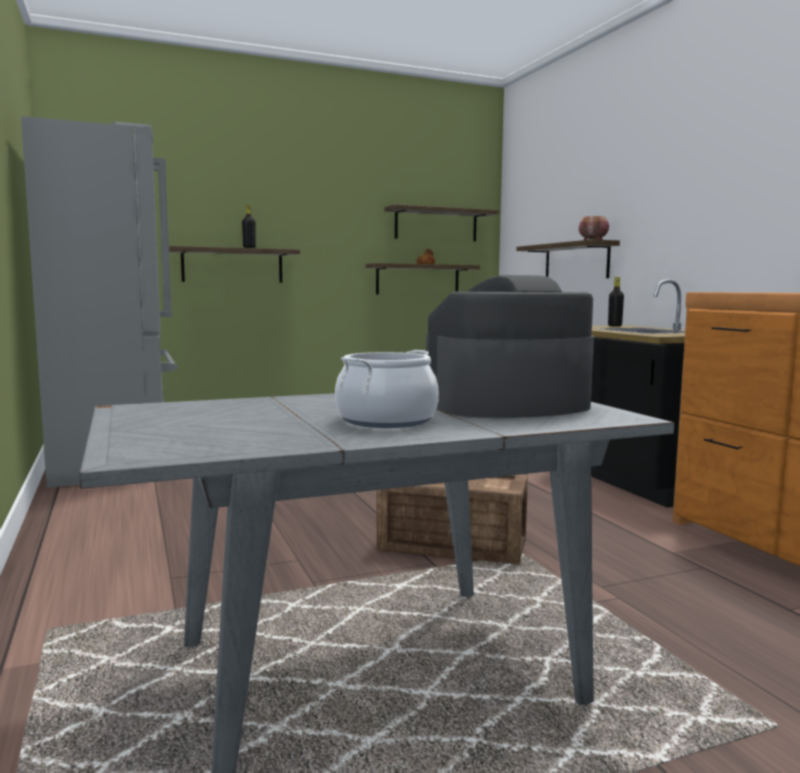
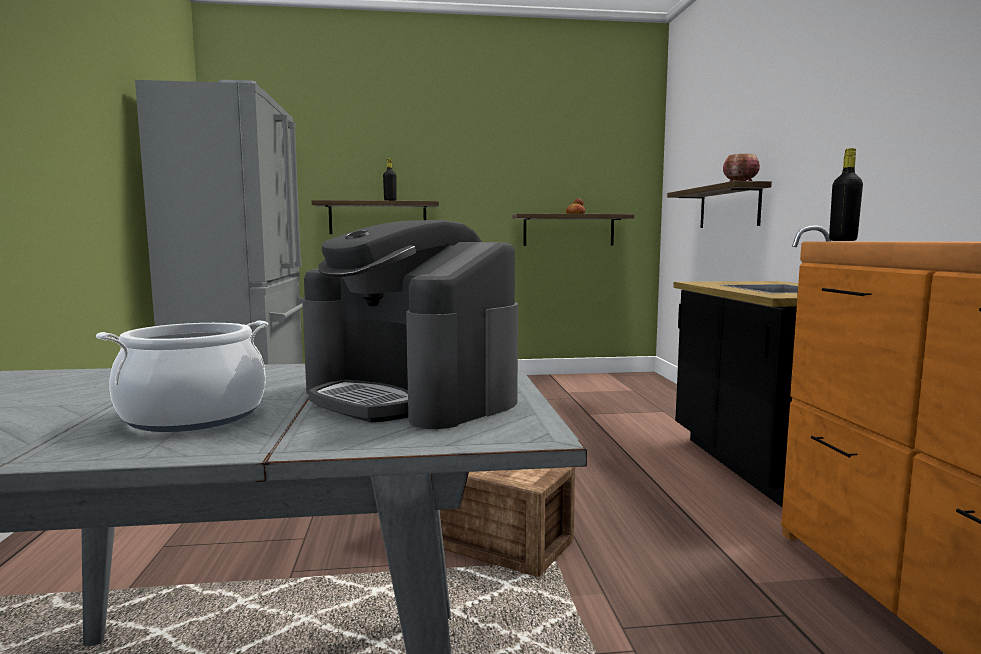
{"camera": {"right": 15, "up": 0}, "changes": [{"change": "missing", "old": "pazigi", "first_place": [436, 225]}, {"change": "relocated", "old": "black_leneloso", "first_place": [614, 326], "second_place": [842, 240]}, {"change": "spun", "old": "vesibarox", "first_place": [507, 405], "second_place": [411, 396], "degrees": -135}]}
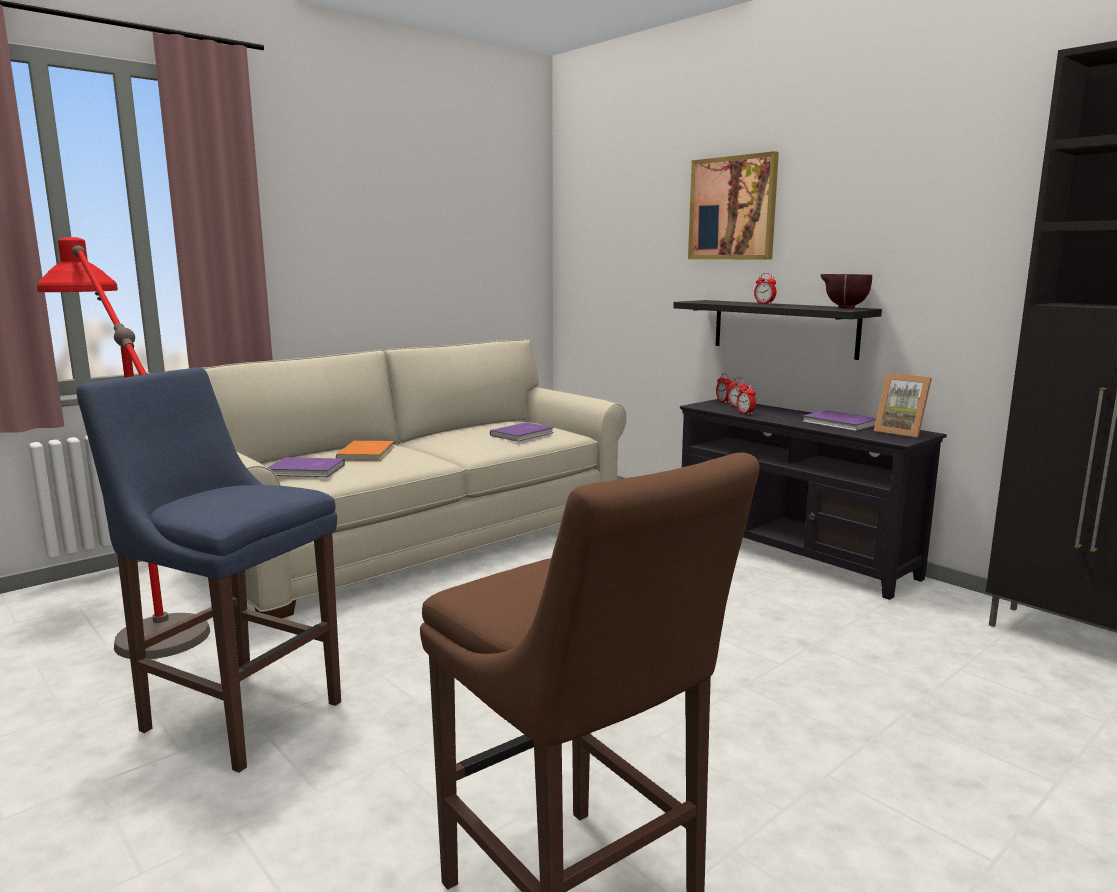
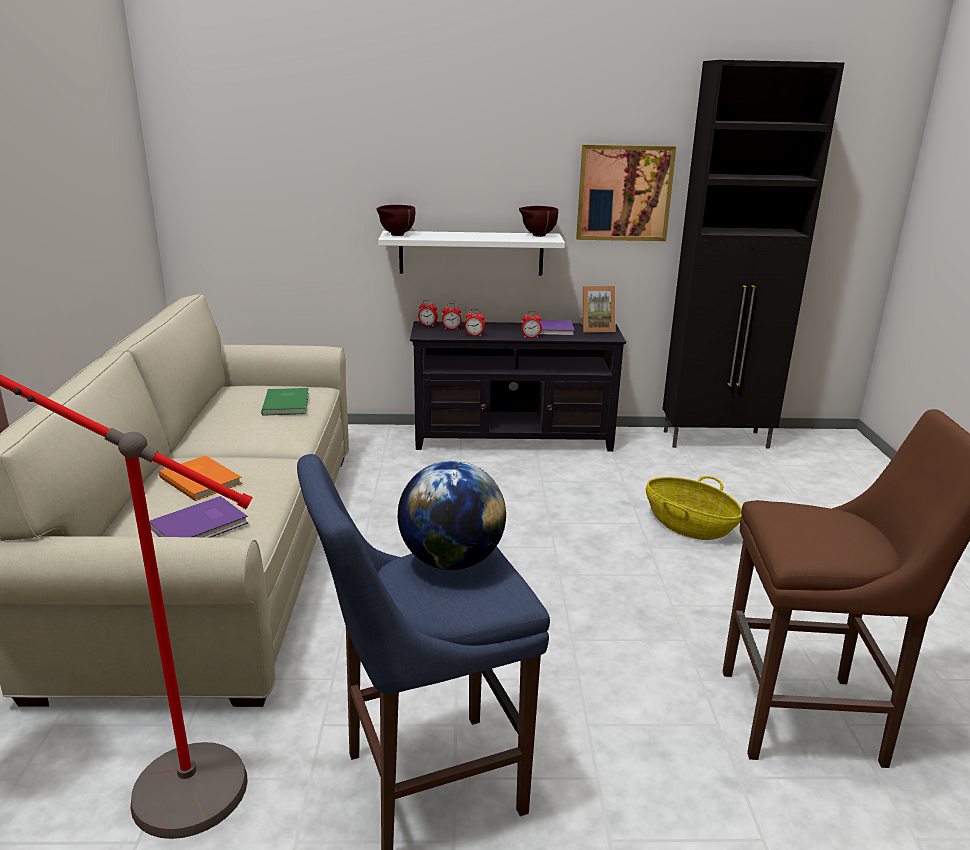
{"camera": {"right": -50, "up": 10}, "changes": [{"change": "appeared", "new": "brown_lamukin", "second_place": [396, 235]}, {"change": "appeared", "new": "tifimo", "second_place": [451, 561]}, {"change": "appeared", "new": "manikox", "second_place": [689, 525]}, {"change": "relocated", "old": "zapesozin", "first_place": [733, 208], "second_place": [624, 193]}, {"change": "relocated", "old": "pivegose", "first_place": [764, 304], "second_place": [531, 337]}, {"change": "colour", "old": "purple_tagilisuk", "new": "green_tagilisuk", "first_place": [523, 434], "second_place": [288, 403]}, {"change": "colour", "old": "black_pazigi", "new": "white_pazigi", "first_place": [783, 328], "second_place": [471, 253]}]}
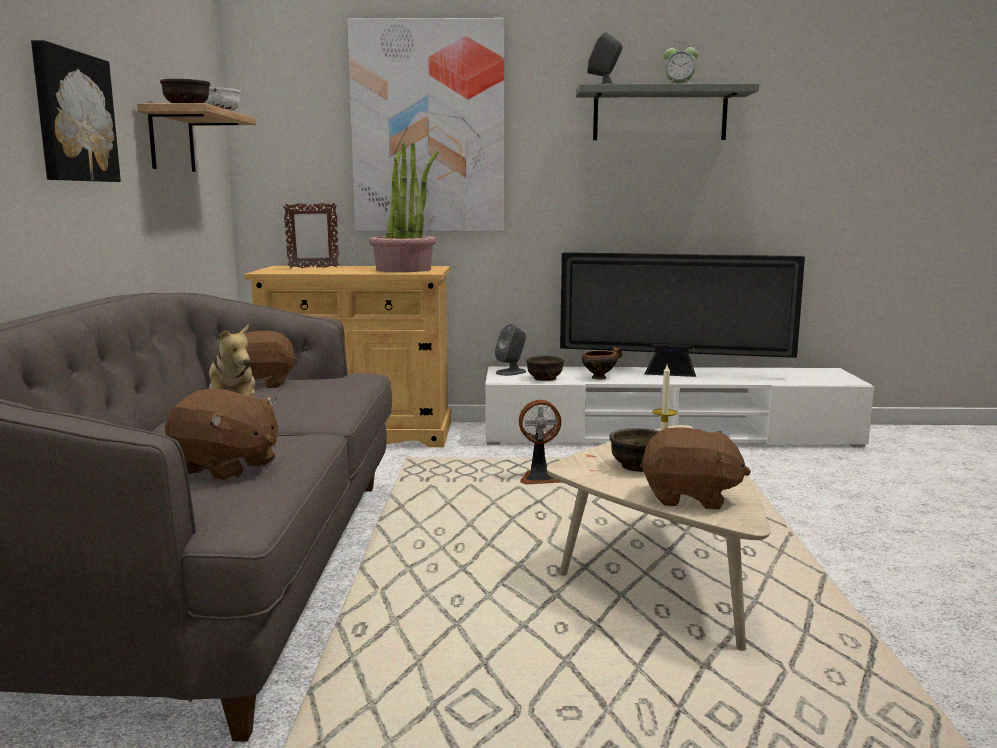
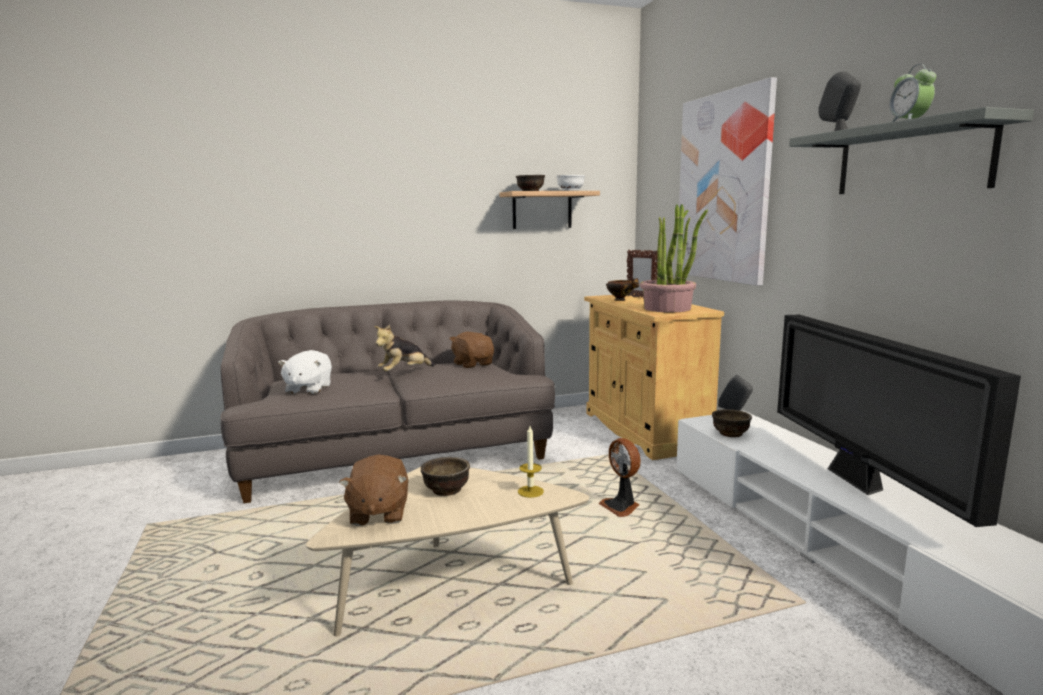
{"camera": {"right": 70, "up": 0}, "changes": [{"change": "missing", "old": "zapesozin", "first_place": [73, 117]}, {"change": "relocated", "old": "lamukin", "first_place": [600, 377], "second_place": [621, 300]}, {"change": "colour", "old": "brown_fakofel", "new": "white_fakofel", "first_place": [226, 468], "second_place": [308, 389]}]}
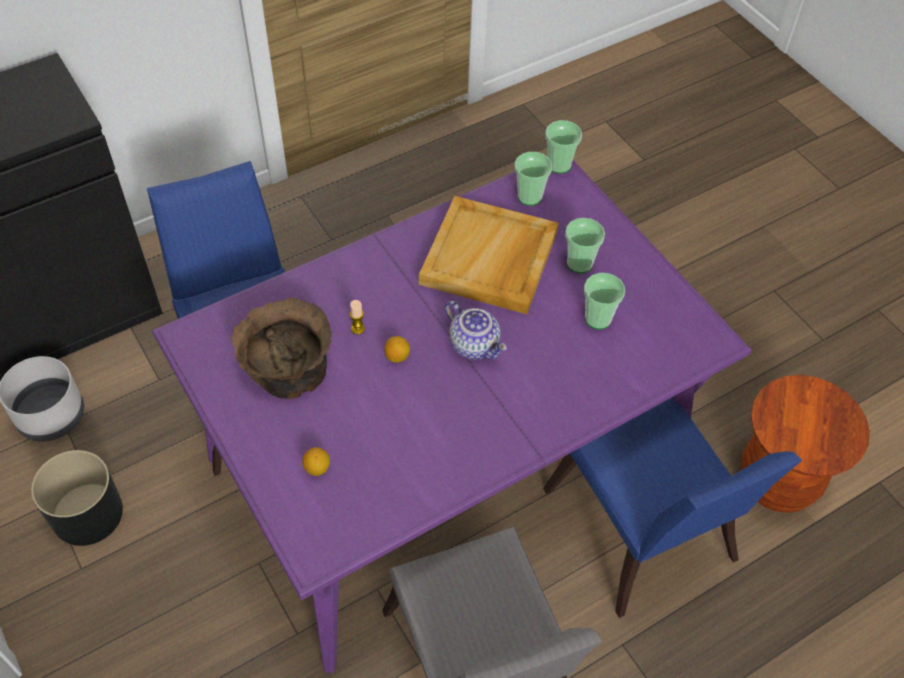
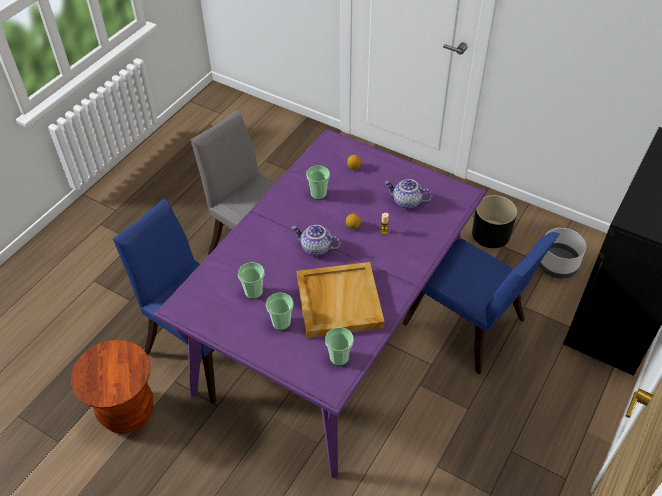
{"camera": {"right": 155, "up": -5}, "changes": [{"change": "relocated", "old": "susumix", "first_place": [559, 165], "second_place": [318, 194]}, {"change": "exchanged", "old": "brown_lamukin", "new": "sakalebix", "first_place": [287, 360], "second_place": [406, 202]}]}
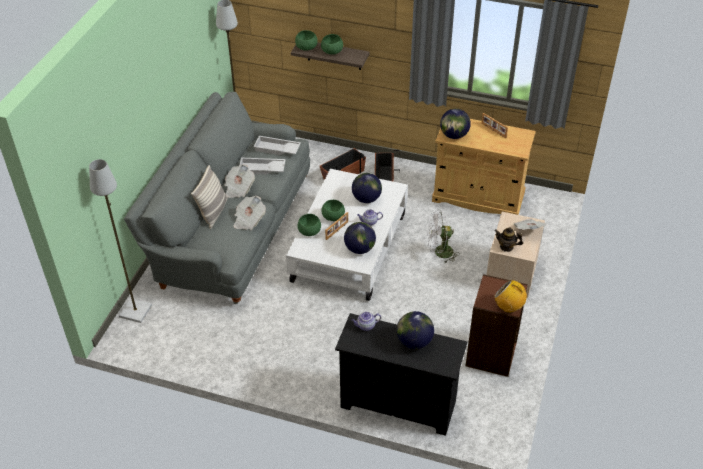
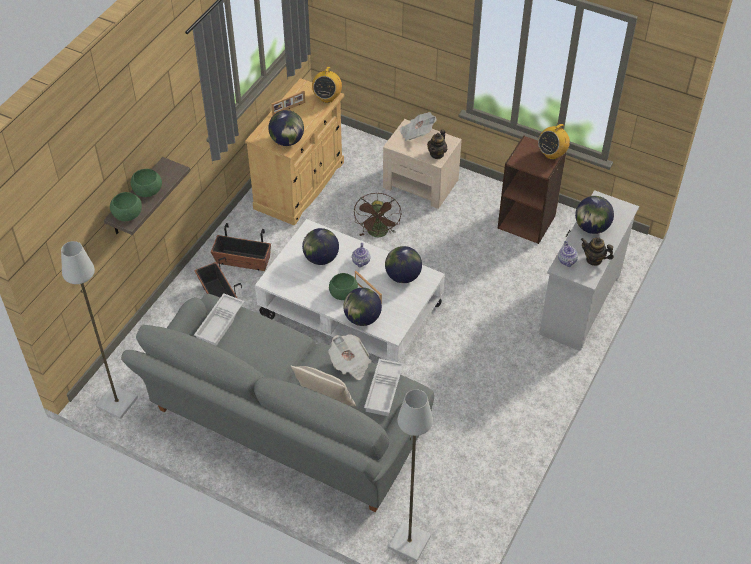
{"camera": {"right": -80, "up": 5}, "changes": [{"change": "missing", "old": "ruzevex", "first_place": [238, 188]}, {"change": "appeared", "new": "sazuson", "second_place": [327, 98]}, {"change": "appeared", "new": "sakalebix", "second_place": [594, 259]}, {"change": "relocated", "old": "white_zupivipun", "first_place": [261, 169], "second_place": [384, 390]}, {"change": "exchanged", "old": "green_lamukin", "new": "tifimo", "first_place": [309, 231], "second_place": [362, 318]}, {"change": "colour", "old": "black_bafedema", "new": "white_bafedema", "first_place": [397, 404], "second_place": [580, 304]}, {"change": "colour", "old": "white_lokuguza", "new": "brown_lokuguza", "first_place": [439, 253], "second_place": [378, 234]}]}
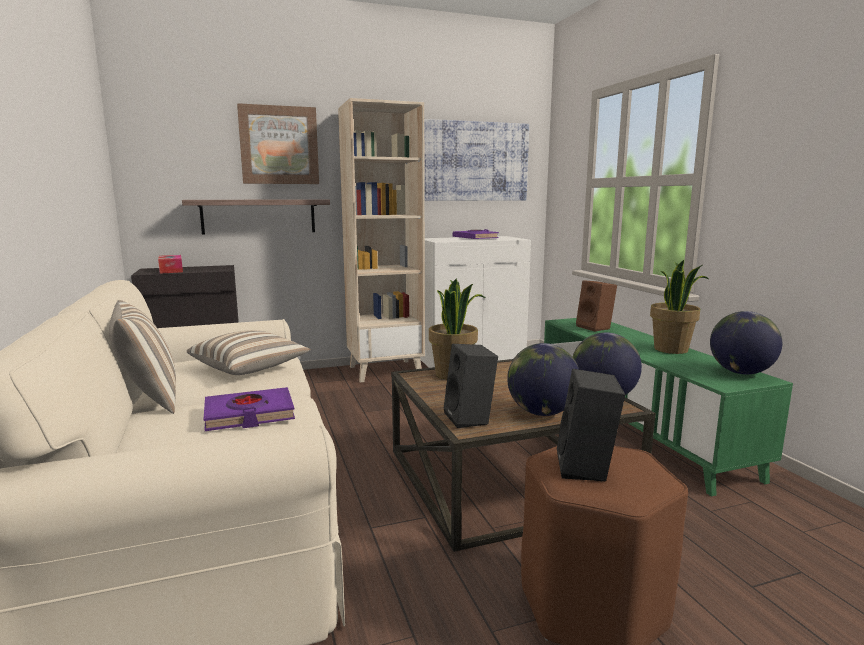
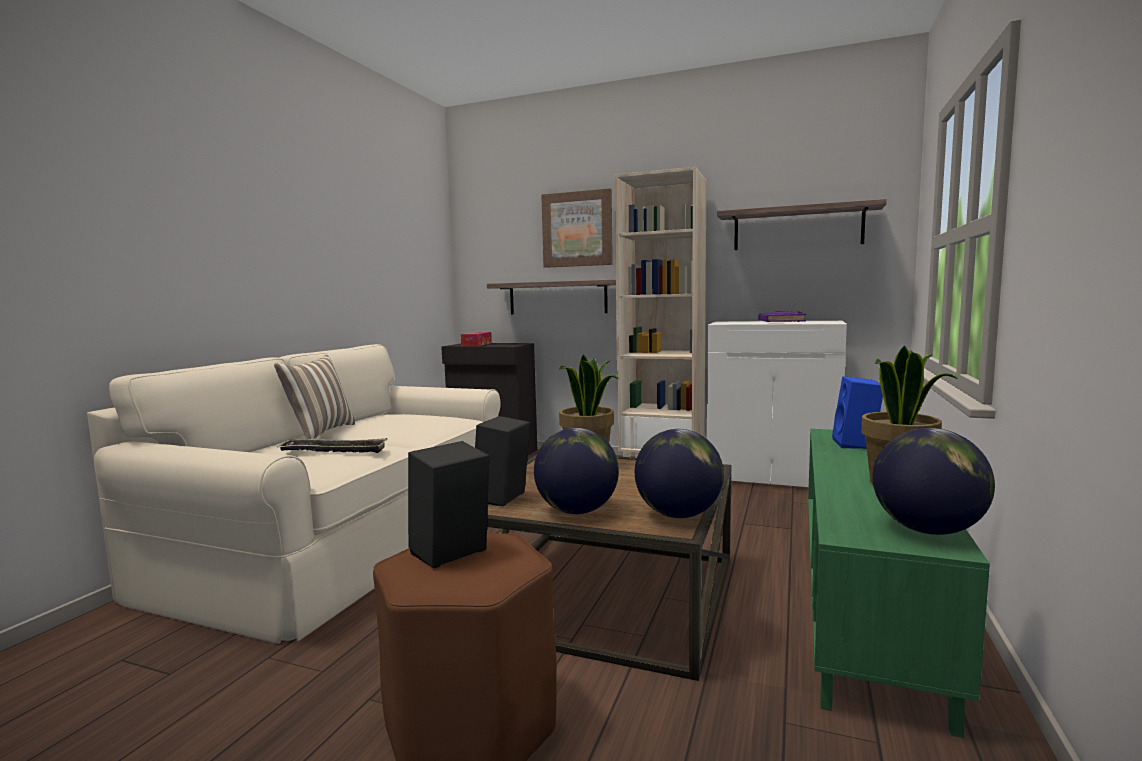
{"camera": {"right": 40, "up": -5}, "changes": [{"change": "missing", "old": "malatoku", "first_place": [250, 368]}, {"change": "exchanged", "old": "purple_tagilisuk", "new": "zupivipun", "first_place": [249, 415], "second_place": [334, 451]}, {"change": "exchanged", "old": "zapesozin", "new": "pazigi", "first_place": [474, 162], "second_place": [797, 228]}, {"change": "colour", "old": "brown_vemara", "new": "blue_vemara", "first_place": [595, 327], "second_place": [857, 444]}]}
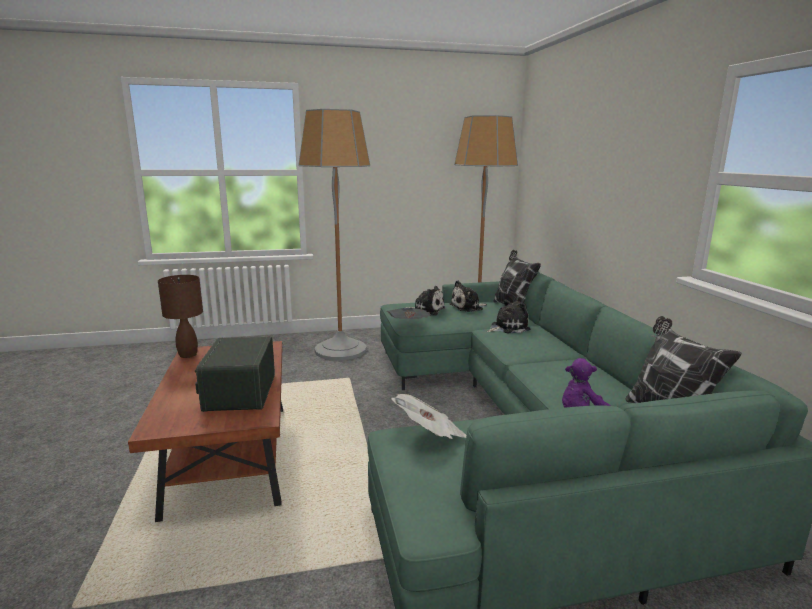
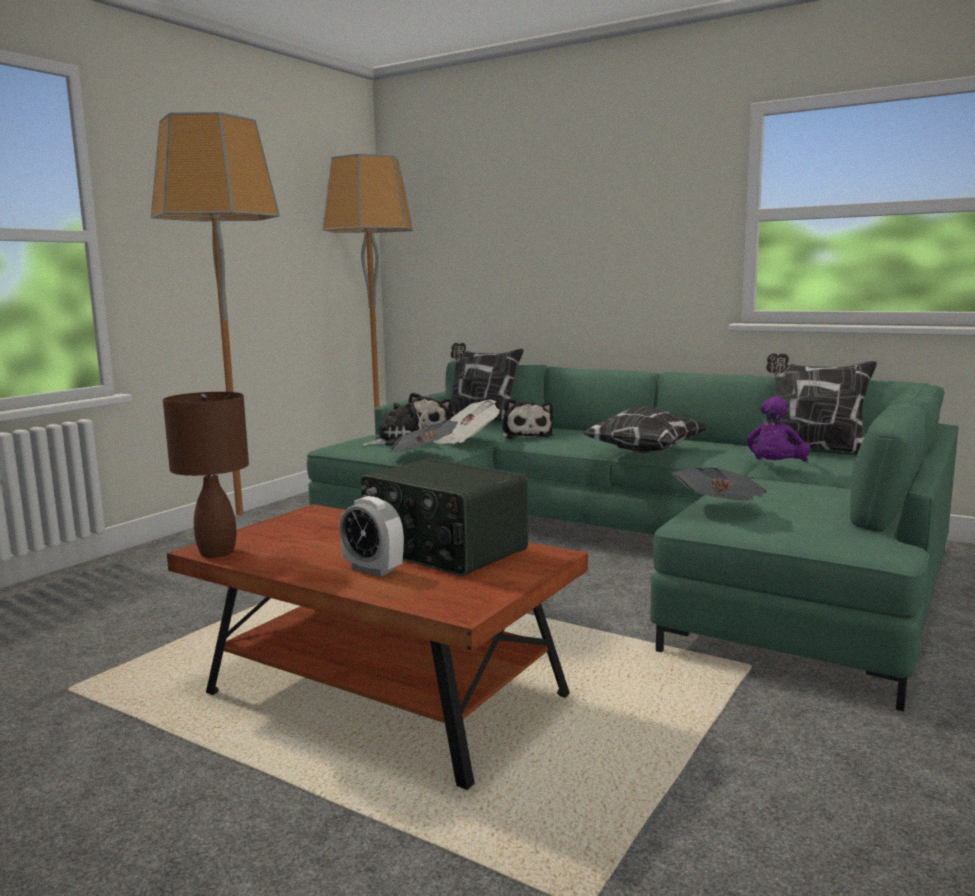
{"camera": {"right": -45, "up": -5}, "changes": [{"change": "appeared", "new": "pivegose", "second_place": [373, 569]}, {"change": "appeared", "new": "ruzevex", "second_place": [466, 440]}, {"change": "appeared", "new": "malatoku", "second_place": [643, 452]}, {"change": "spun", "old": "fakofel", "first_place": [507, 327], "second_place": [526, 435], "degrees": 150}]}
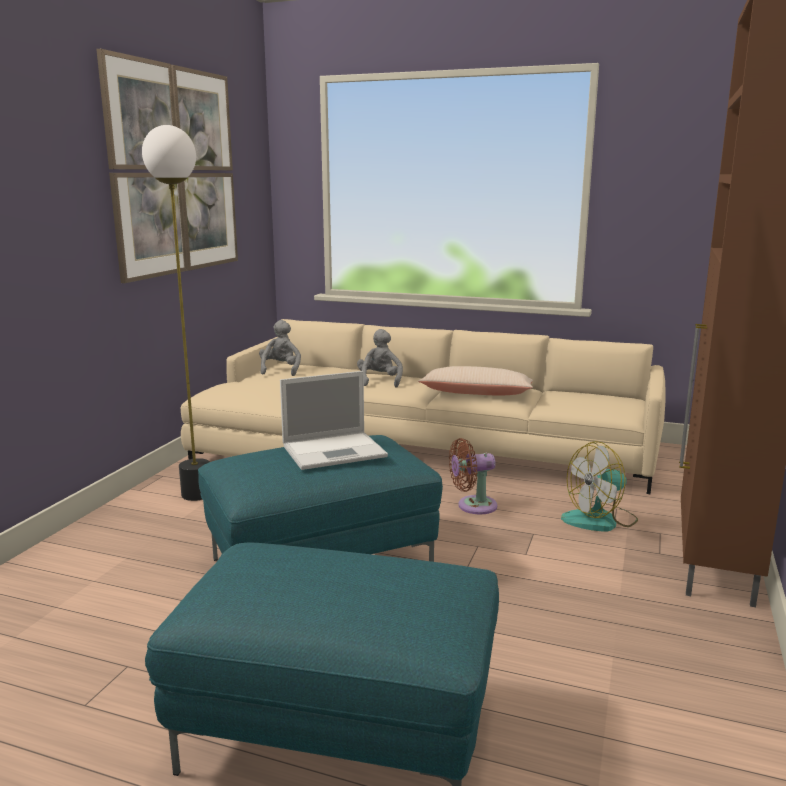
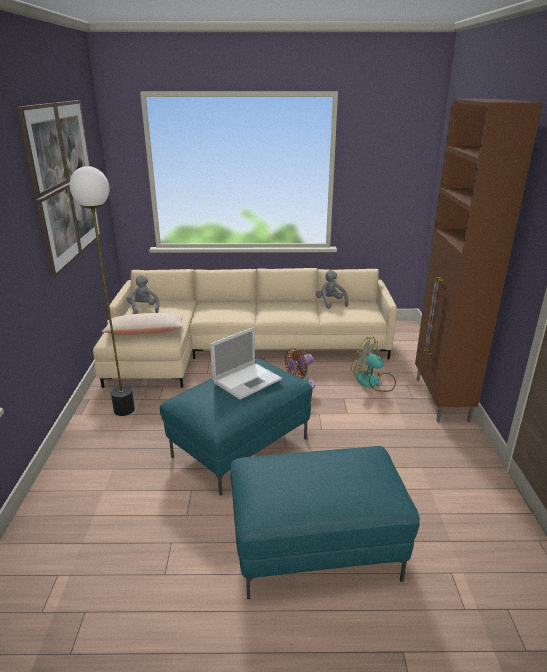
{"camera": {"right": -20, "up": 10}, "changes": [{"change": "relocated", "old": "grey_fakofel", "first_place": [380, 381], "second_place": [330, 303]}, {"change": "relocated", "old": "beige_malatoku", "first_place": [476, 393], "second_place": [145, 332]}, {"change": "spun", "old": "lokuguza", "first_place": [600, 520], "second_place": [373, 382], "degrees": 75}]}
